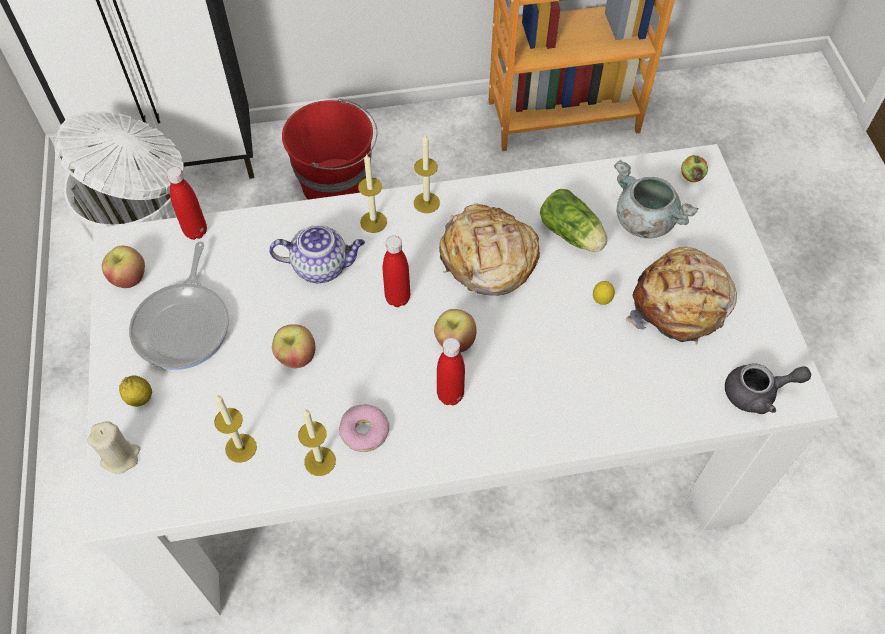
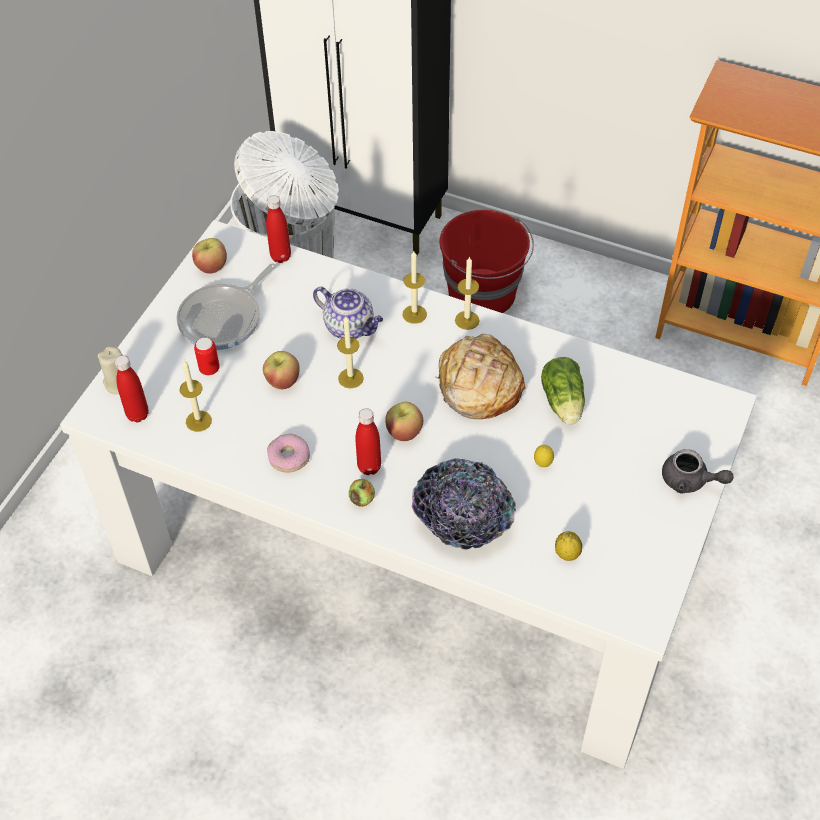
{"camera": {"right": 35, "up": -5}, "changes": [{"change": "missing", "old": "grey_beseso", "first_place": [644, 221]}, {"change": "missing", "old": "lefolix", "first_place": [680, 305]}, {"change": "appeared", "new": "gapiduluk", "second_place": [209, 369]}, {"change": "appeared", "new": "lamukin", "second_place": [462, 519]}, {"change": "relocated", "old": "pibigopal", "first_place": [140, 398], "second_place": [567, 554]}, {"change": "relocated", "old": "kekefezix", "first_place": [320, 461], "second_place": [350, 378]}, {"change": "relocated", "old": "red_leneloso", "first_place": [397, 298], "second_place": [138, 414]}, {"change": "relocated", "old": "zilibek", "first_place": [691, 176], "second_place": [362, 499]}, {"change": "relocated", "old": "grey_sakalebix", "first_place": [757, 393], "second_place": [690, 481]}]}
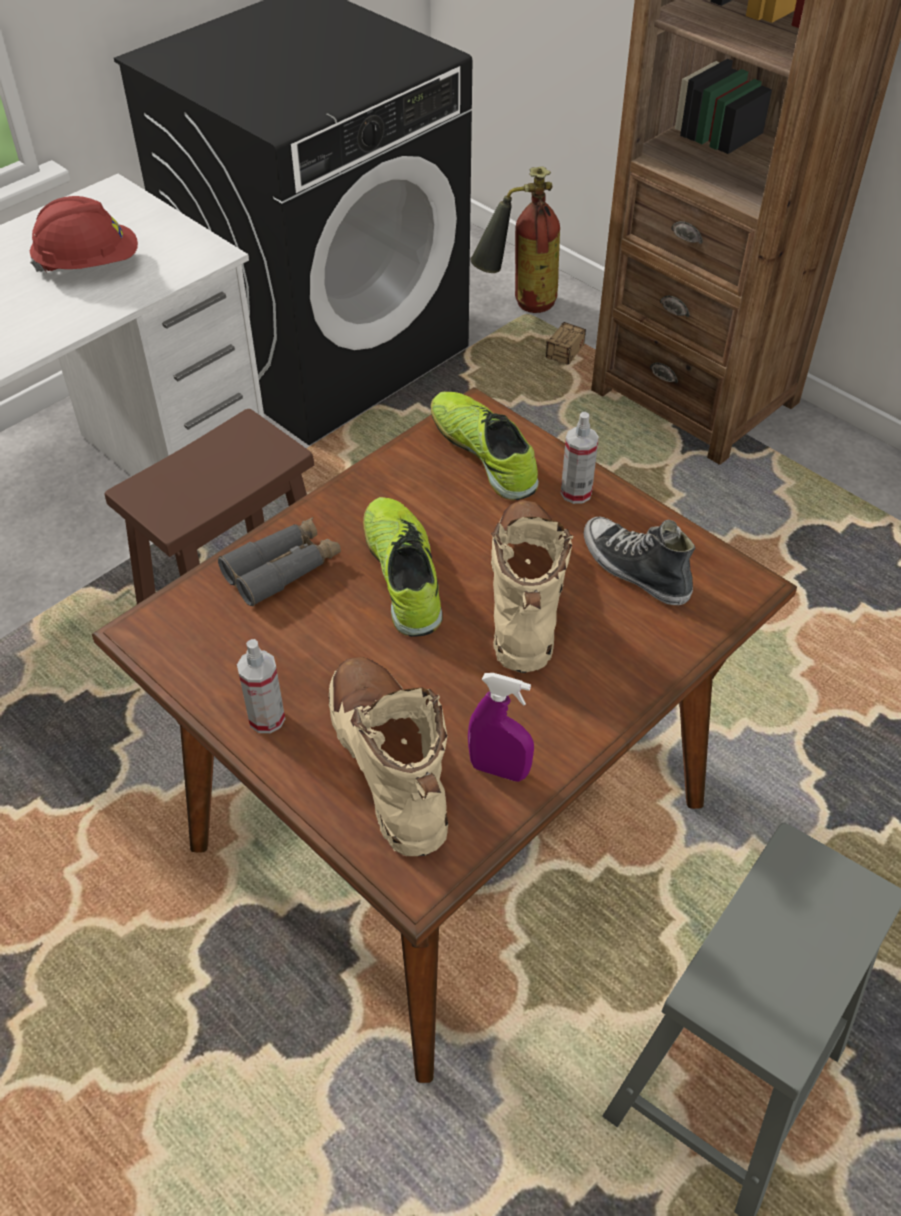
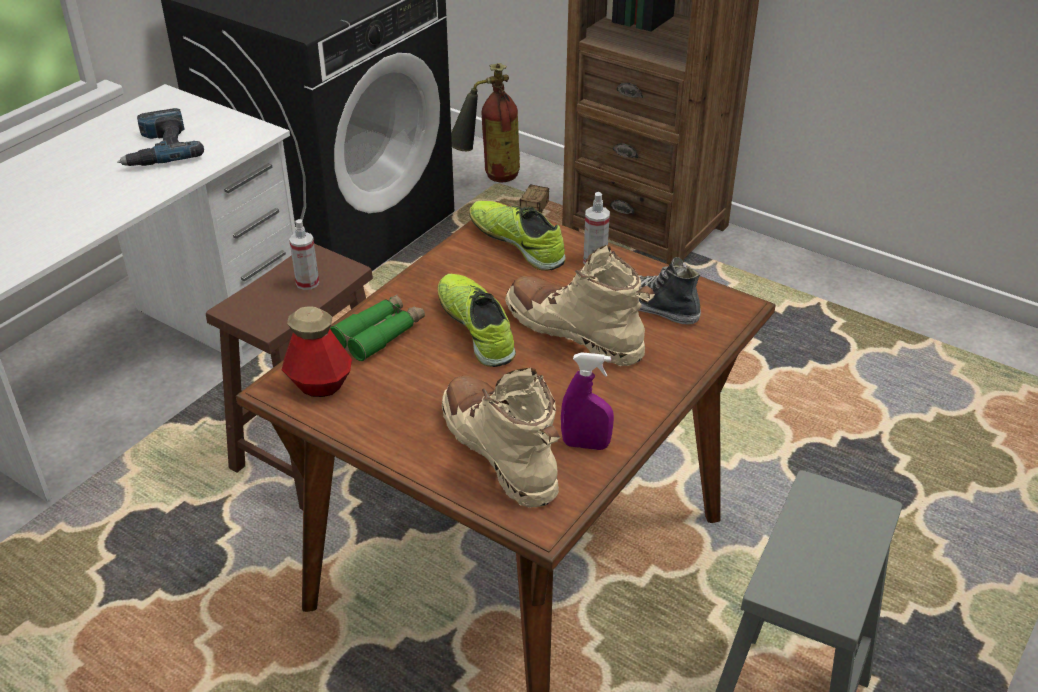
{"camera": {"right": -10, "up": -10}, "changes": [{"change": "appeared", "new": "leneloso", "second_place": [319, 385]}, {"change": "relocated", "old": "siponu", "first_place": [266, 718], "second_place": [307, 283]}, {"change": "exchanged", "old": "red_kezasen", "new": "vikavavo", "first_place": [89, 265], "second_place": [159, 149]}, {"change": "colour", "old": "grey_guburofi", "new": "green_guburofi", "first_place": [283, 569], "second_place": [380, 334]}, {"change": "spun", "old": "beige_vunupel", "first_place": [525, 597], "second_place": [575, 332], "degrees": -45}]}
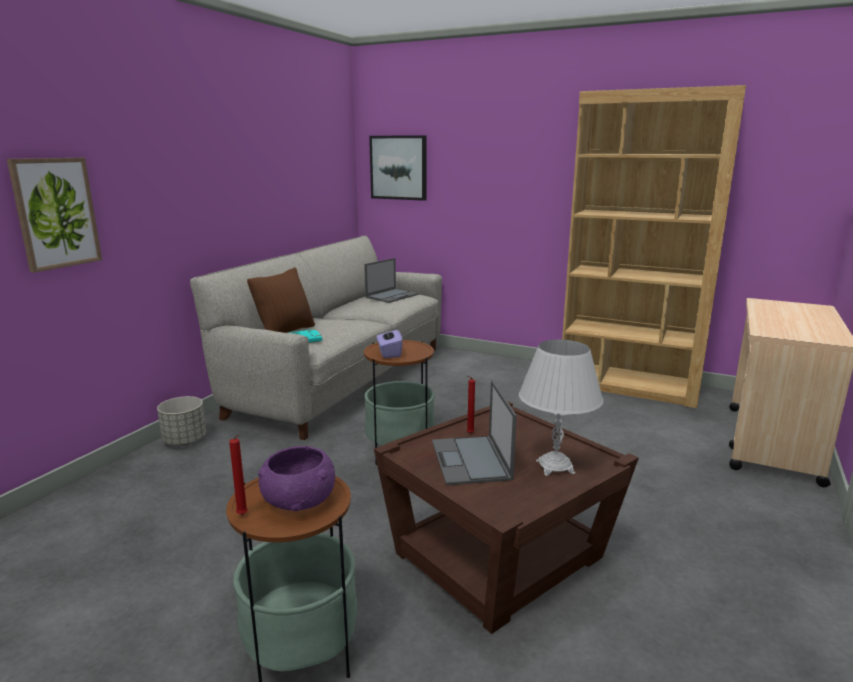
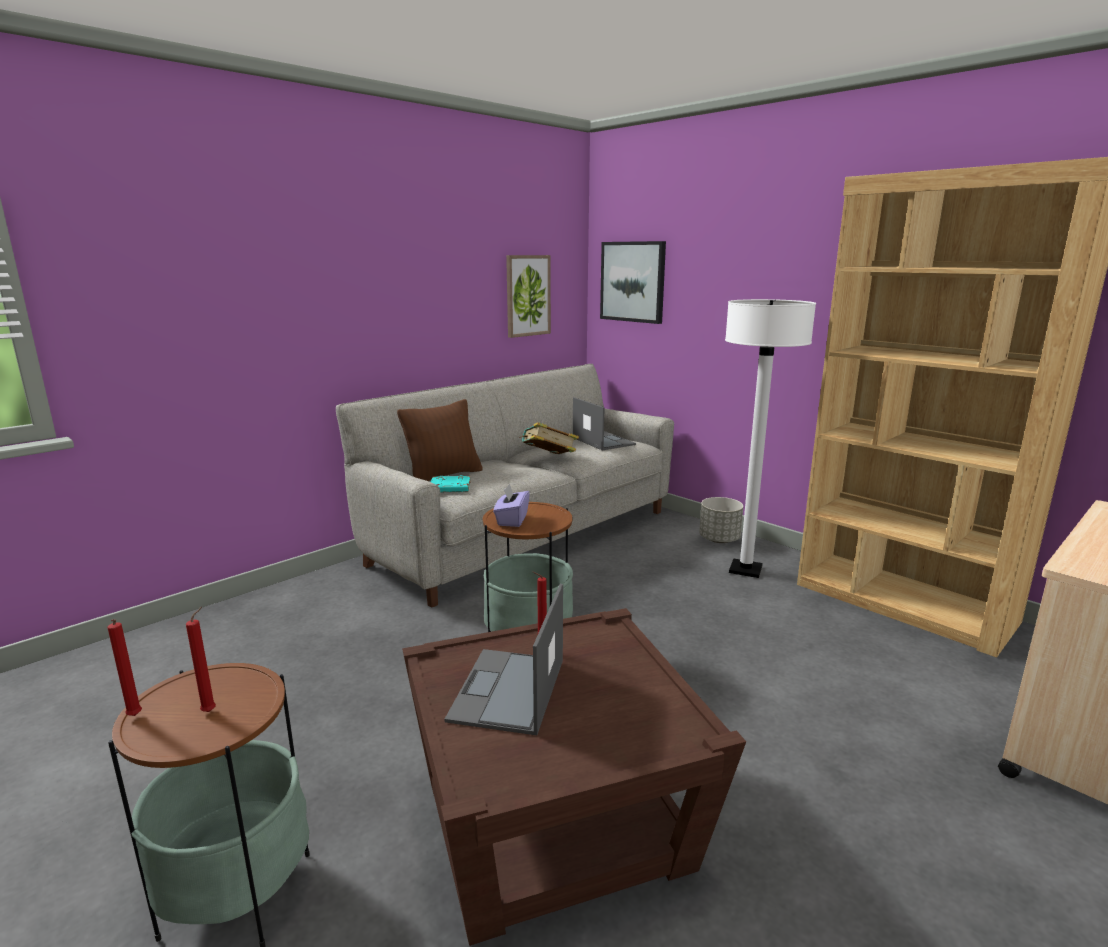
{"camera": {"right": 20, "up": 0}, "changes": [{"change": "missing", "old": "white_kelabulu", "first_place": [555, 467]}, {"change": "appeared", "new": "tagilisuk", "second_place": [548, 459]}, {"change": "appeared", "new": "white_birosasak", "second_place": [745, 570]}, {"change": "relocated", "old": "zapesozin", "first_place": [56, 213], "second_place": [527, 295]}, {"change": "relocated", "old": "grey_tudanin", "first_place": [185, 440], "second_place": [719, 539]}, {"change": "exchanged", "old": "purple_lamukin", "new": "red_kekefezix", "first_place": [299, 500], "second_place": [211, 710]}, {"change": "spun", "old": "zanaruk", "first_place": [392, 296], "second_place": [602, 441], "degrees": -90}]}
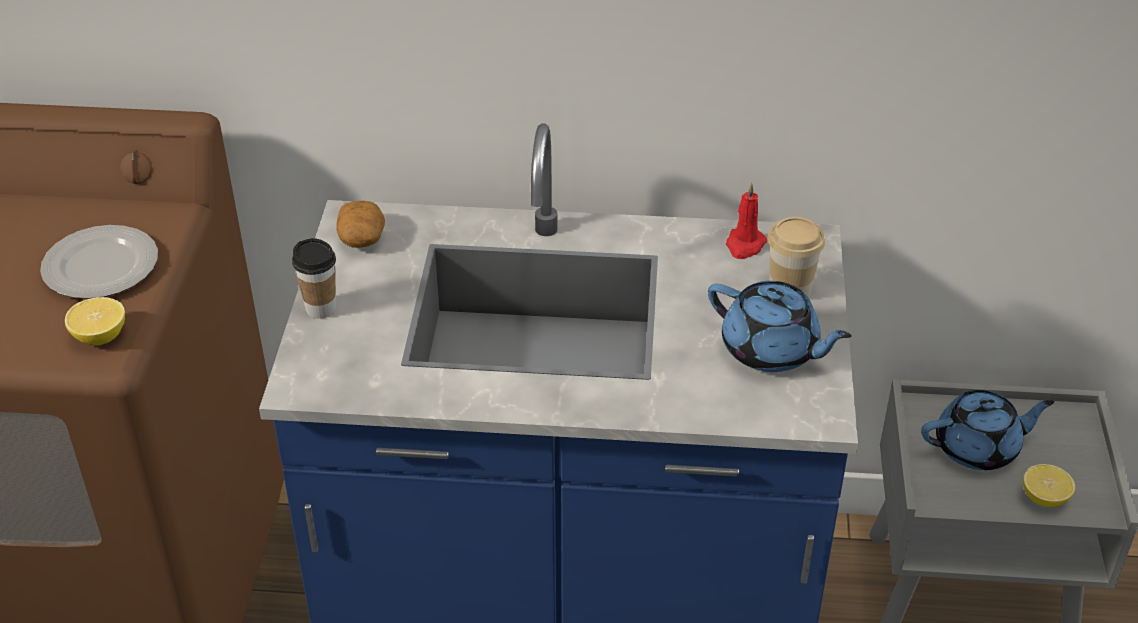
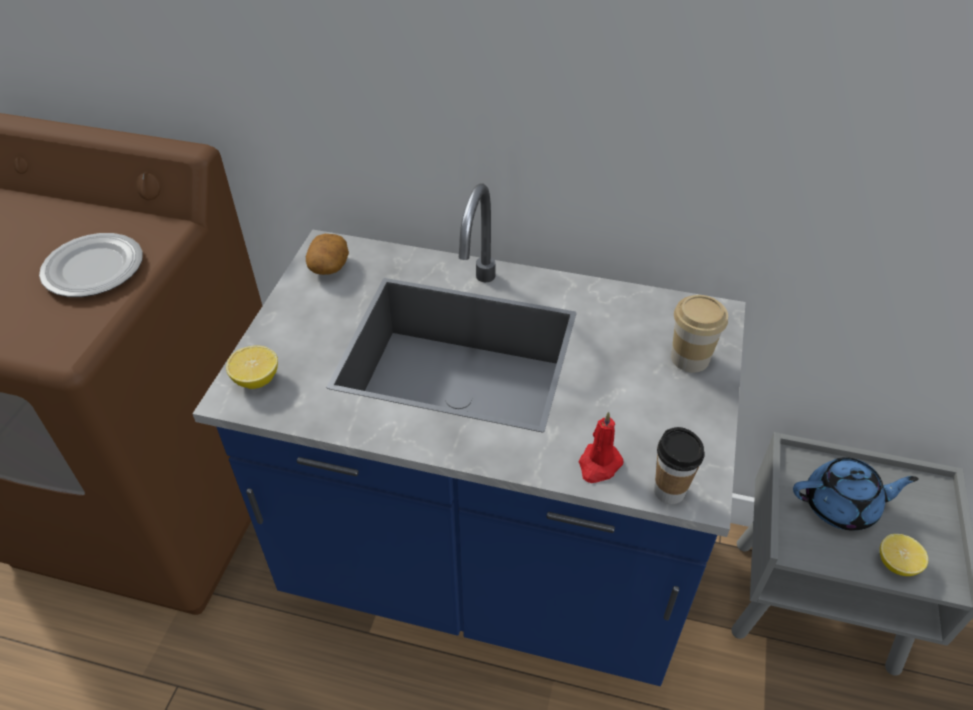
{"camera": {"right": 10, "up": 5}, "changes": [{"change": "missing", "old": "blue_sakalebix", "first_place": [771, 350]}, {"change": "relocated", "old": "pibigopal", "first_place": [100, 336], "second_place": [256, 379]}, {"change": "relocated", "old": "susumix", "first_place": [321, 308], "second_place": [669, 491]}, {"change": "relocated", "old": "red_kekefezix", "first_place": [744, 245], "second_place": [599, 465]}]}
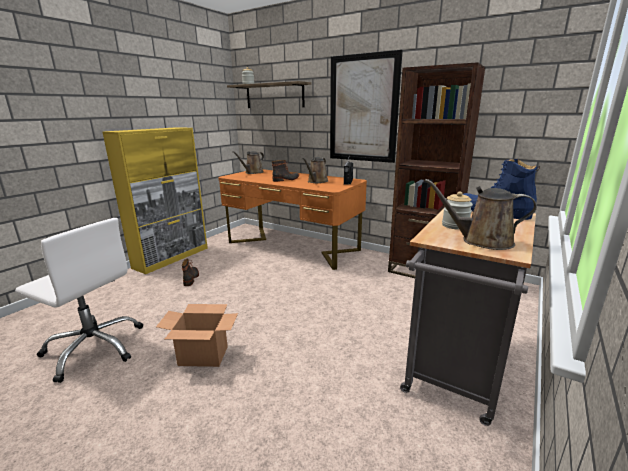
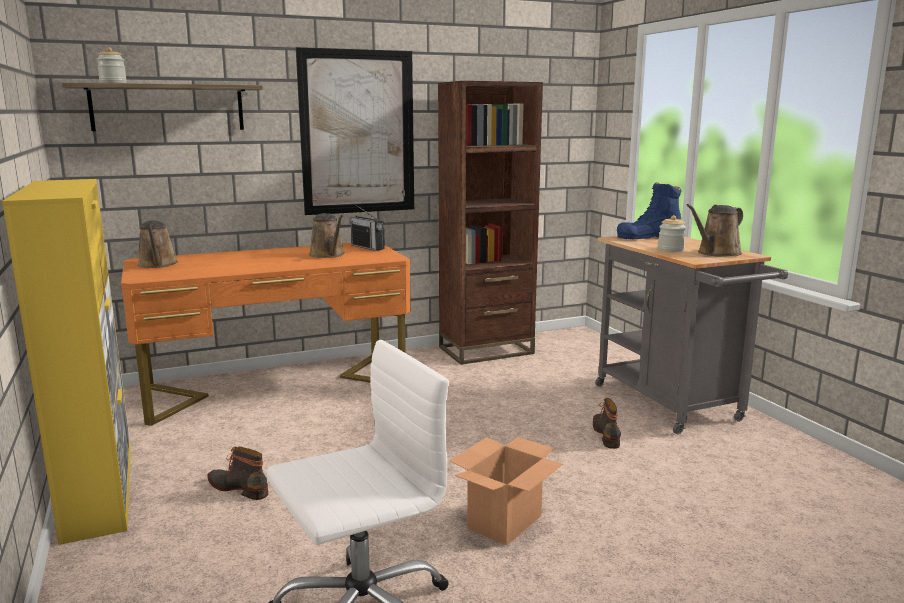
{"camera": {"right": -55, "up": -5}, "changes": [{"change": "relocated", "old": "vunupel", "first_place": [286, 179], "second_place": [607, 434]}]}
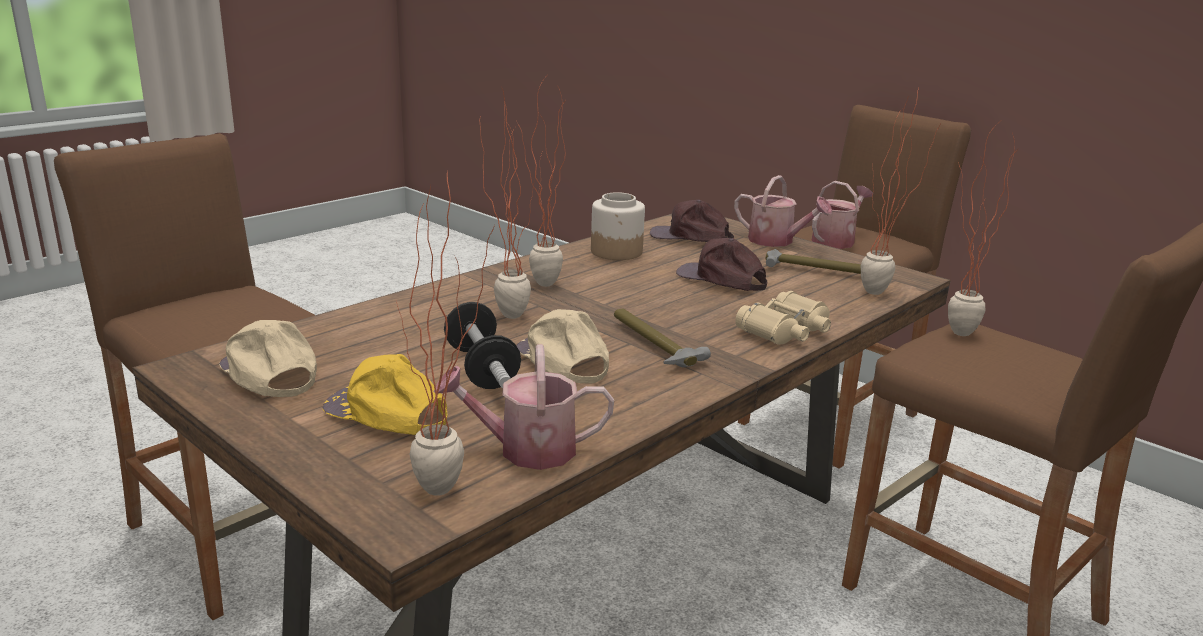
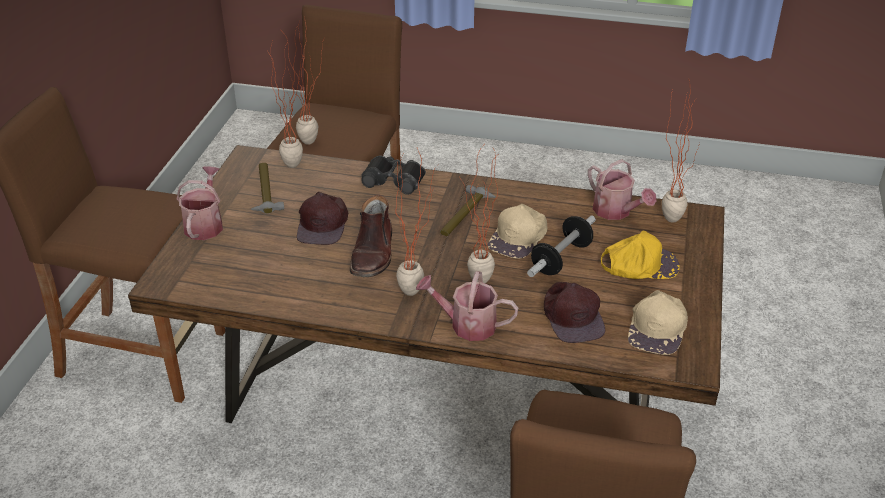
{"camera": {"right": -120, "up": 15}, "changes": [{"change": "missing", "old": "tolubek", "first_place": [617, 251]}, {"change": "appeared", "new": "brown_vunupel", "second_place": [373, 253]}, {"change": "relocated", "old": "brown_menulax", "first_place": [690, 237], "second_place": [573, 316]}, {"change": "relocated", "old": "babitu", "first_place": [836, 240], "second_place": [467, 325]}, {"change": "colour", "old": "beige_guburofi", "new": "black_guburofi", "first_place": [786, 331], "second_place": [394, 180]}, {"change": "spun", "old": "yellow_menulax", "first_place": [387, 413], "second_place": [639, 264], "degrees": -90}]}
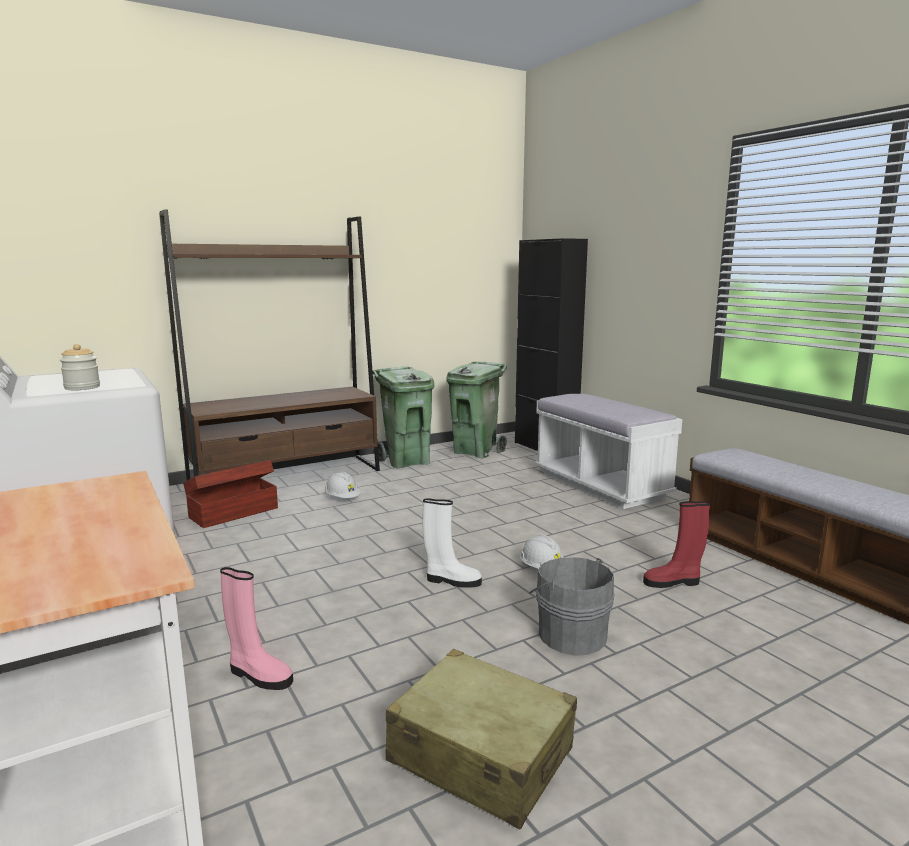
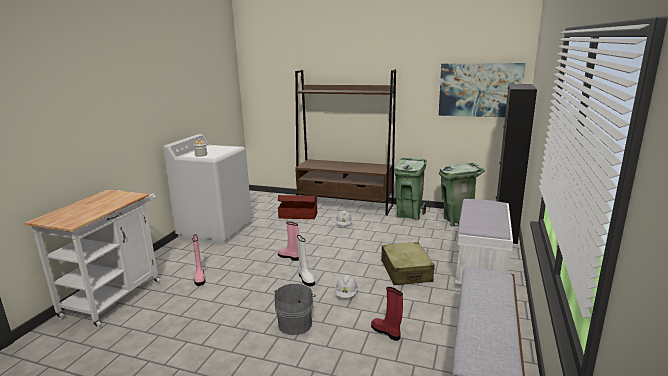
{"camera": {"right": 50, "up": 5}, "changes": [{"change": "appeared", "new": "pink_vunupel", "second_place": [289, 257]}, {"change": "appeared", "new": "zapesozin", "second_place": [480, 90]}, {"change": "relocated", "old": "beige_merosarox", "first_place": [481, 755], "second_place": [406, 271]}]}
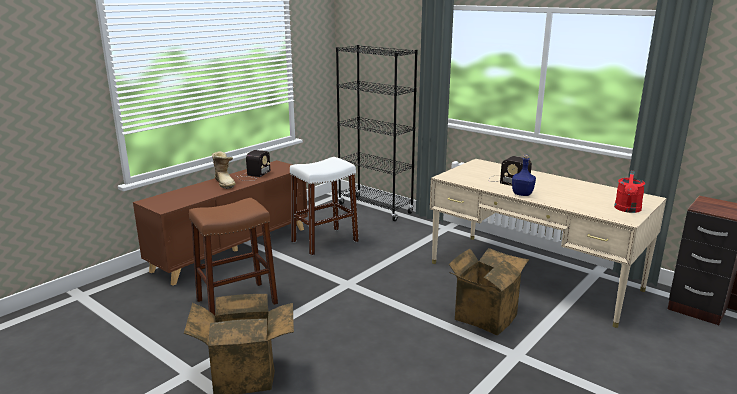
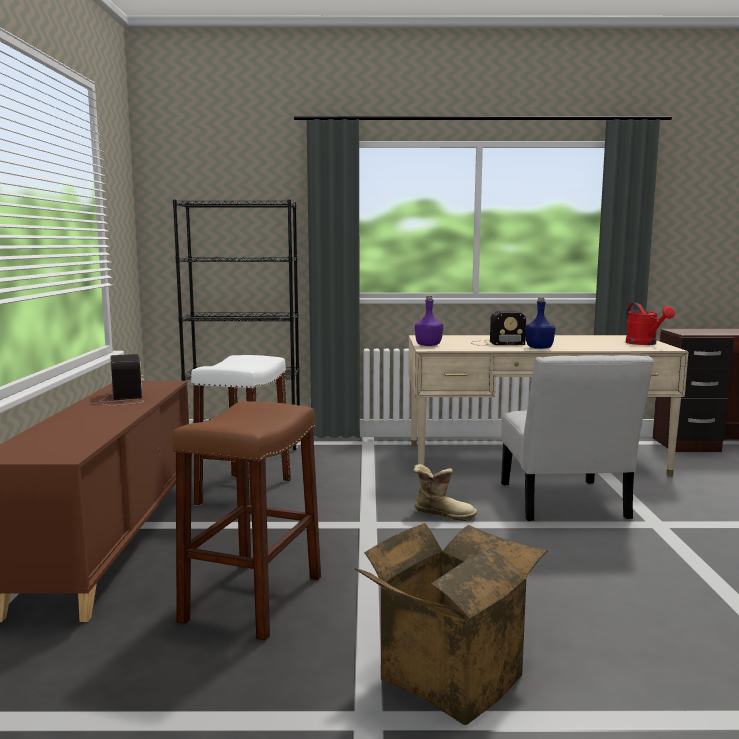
{"camera": {"right": -40, "up": -10}, "changes": [{"change": "appeared", "new": "purple_leneloso", "second_place": [428, 345]}, {"change": "relocated", "old": "vunupel", "first_place": [225, 183], "second_place": [443, 513]}, {"change": "exchanged", "old": "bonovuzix", "new": "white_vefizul", "first_place": [483, 315], "second_place": [564, 504]}]}
